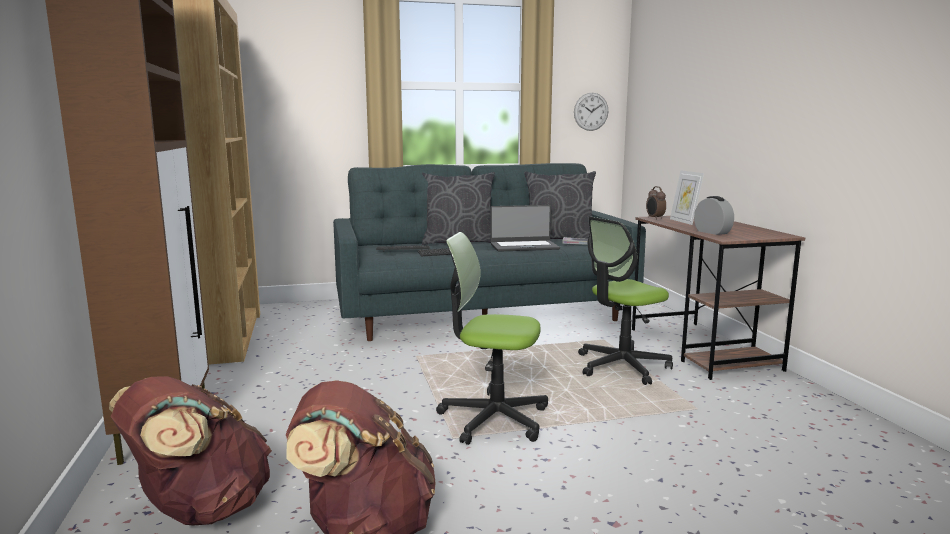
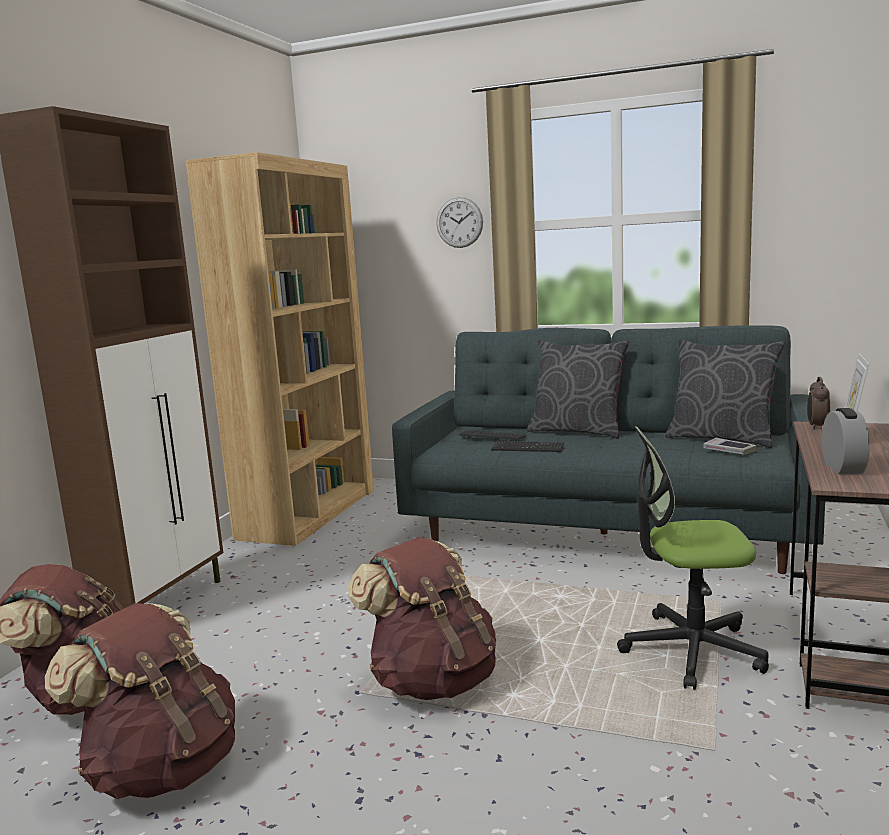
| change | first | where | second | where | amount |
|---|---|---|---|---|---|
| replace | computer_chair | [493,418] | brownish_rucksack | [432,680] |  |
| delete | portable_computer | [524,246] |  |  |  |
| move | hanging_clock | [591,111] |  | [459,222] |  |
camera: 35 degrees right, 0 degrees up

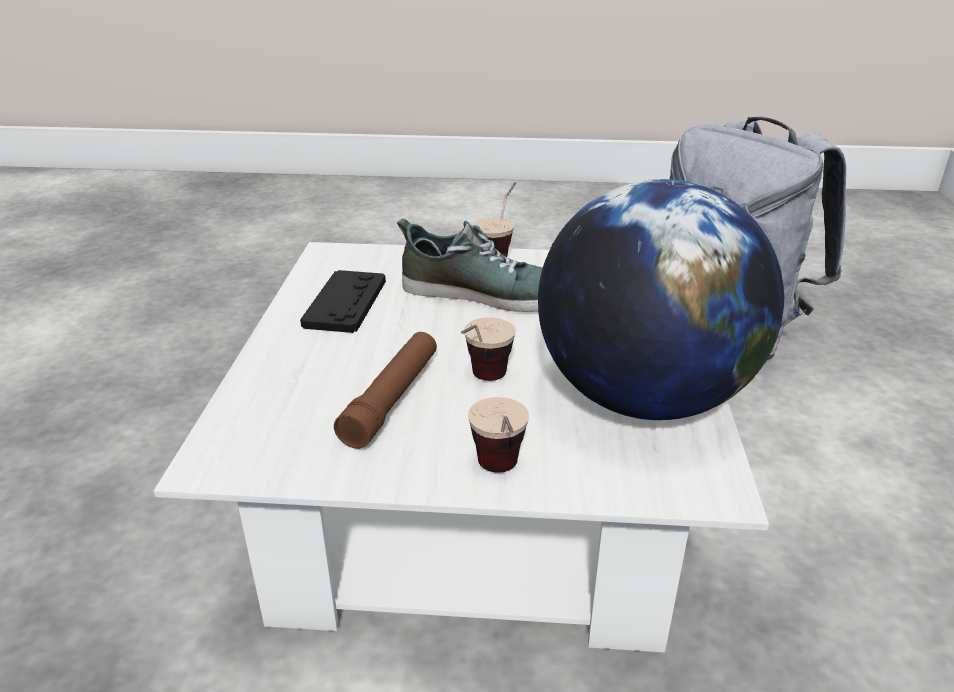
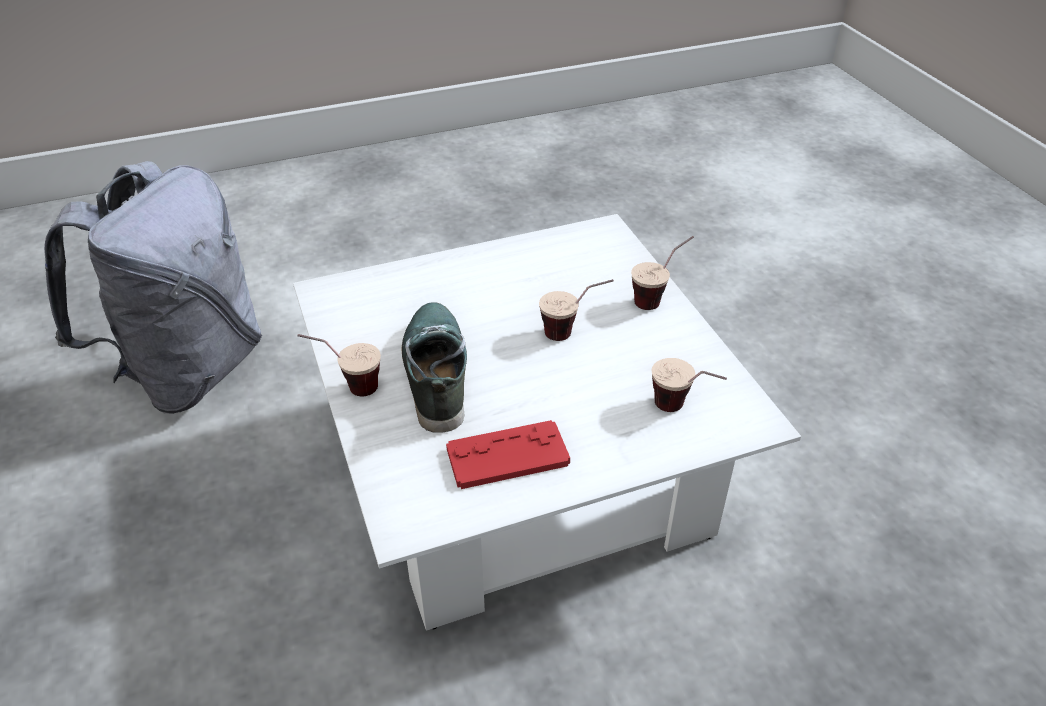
| change | first | where | second | where | amount |
|---|---|---|---|---|---|
| recolor | black-coloured_game_controller | [345,303] | red_game_controller | [507,456] |  |
| delete | brownish_torch | [392,399] |  |  |  |
| delete | desk_globe | [643,398] |  |  |  |
| insert |  |  | cup | [682,411] |  |
camera: 115 degrees left, 10 degrees up

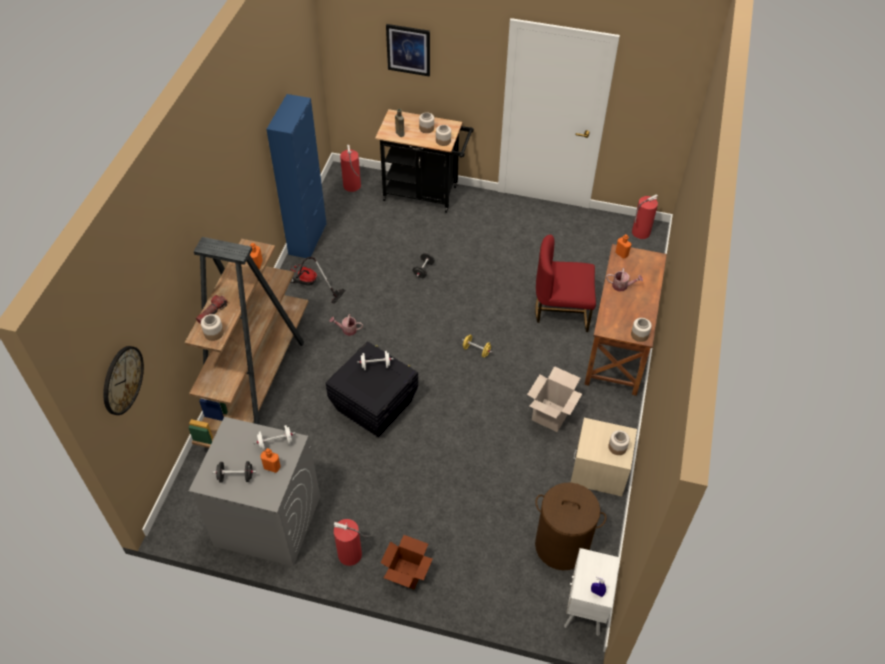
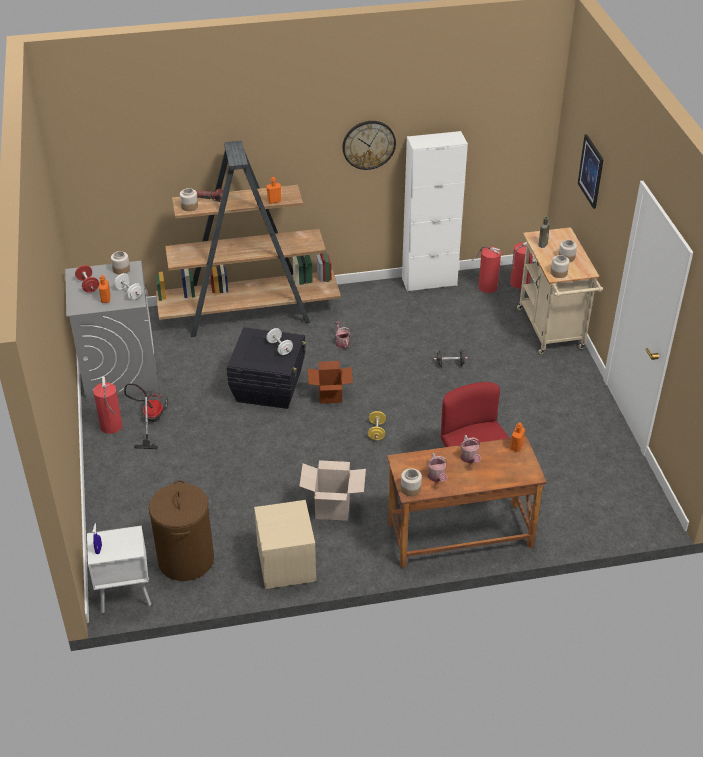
| change | first | where | second | where | amount |
|---|---|---|---|---|---|
| move | hanging_clock | [122,380] |  | [368,144] |  |
| recolor | black-coloured_dumbbell | [236,477] | red_dumbbell | [88,285] |  |
| recolor | blue-coloured_storage_cabinet | [307,239] | whitish_storage_cabinet | [429,281] |  |
| move | vacuum_cleaner | [309,285] |  | [150,420] |  |
| recolor | black-coloured_trolley | [425,194] | beige-coloured_trolley | [552,332] |  |
| move | packing_box | [406,573] |  | [330,395] |  |
| move | storage_jar | [617,447] |  | [121,269] |  |
| move | fire_extinguisher | [640,232] |  | [487,286] |  |
| insert |  |  | sprinkling_can | [437,477] |  |
camera: 65 degrees right, 10 degrees down

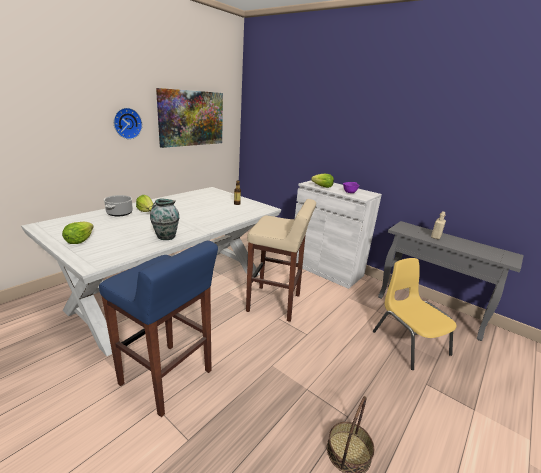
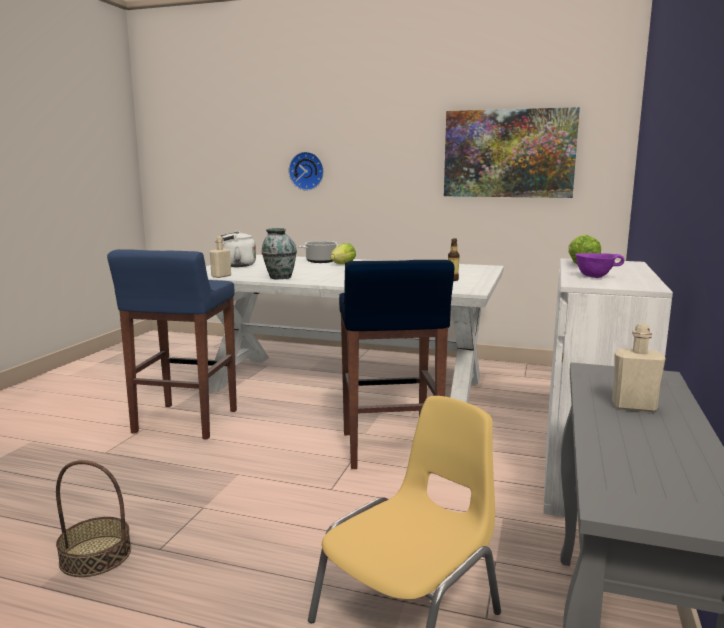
| change | first | where | second | where | amount |
|---|---|---|---|---|---|
| replace | lettuce_head | [79,241] | whitish_water_kettle | [235,265] |  |
| move | hanging_clock | [127,123] |  | [307,171] |  |
| recolor | beige-coloured_stool | [275,303] | blue-coloured_stool | [390,449] |  |
| insert |  |  | beige-coloured_bottle | [221,276] |  |
camera: 70 degrees right, 10 degrees down

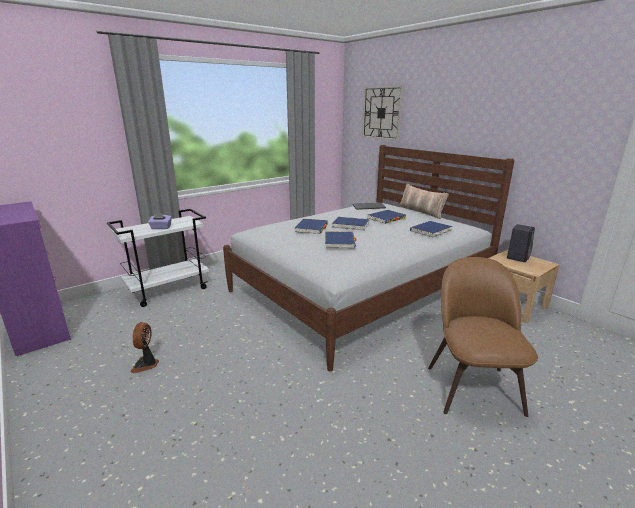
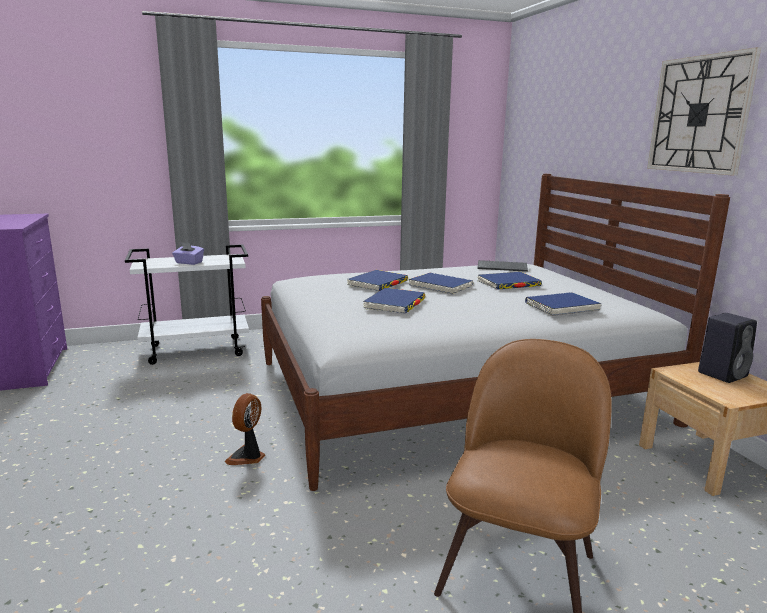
| change | first | where | second | where | amount |
|---|---|---|---|---|---|
| move | electric_fan | [146,364] |  | [247,457] |  |
| move | hanging_clock | [382,113] |  | [699,115] |  |
| delete | pillow | [421,211] |  |  |  |
camera: 20 degrees right, 5 degrees down

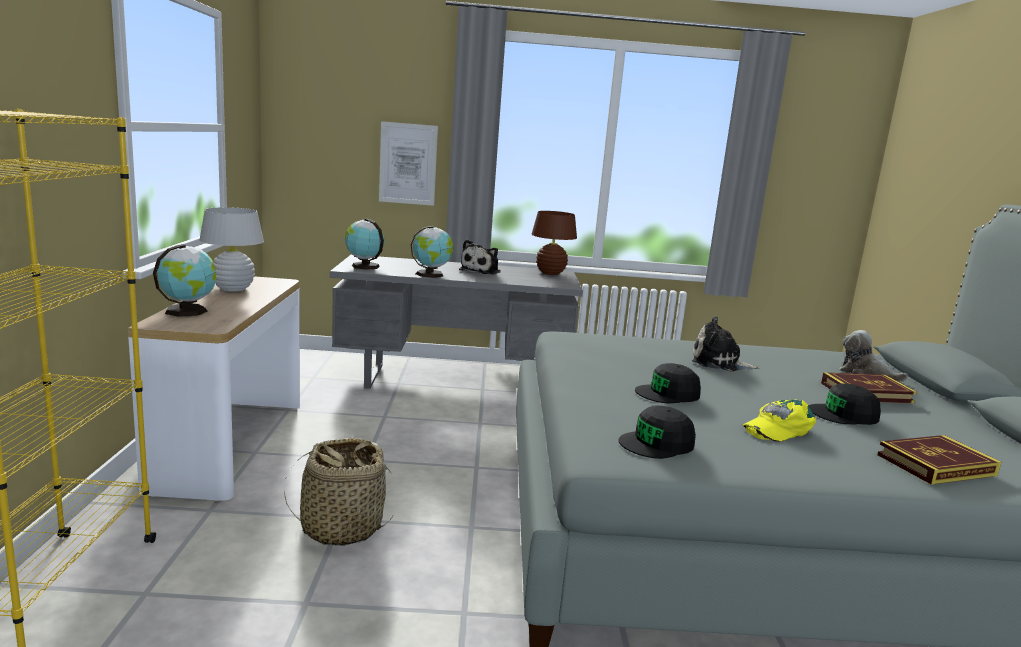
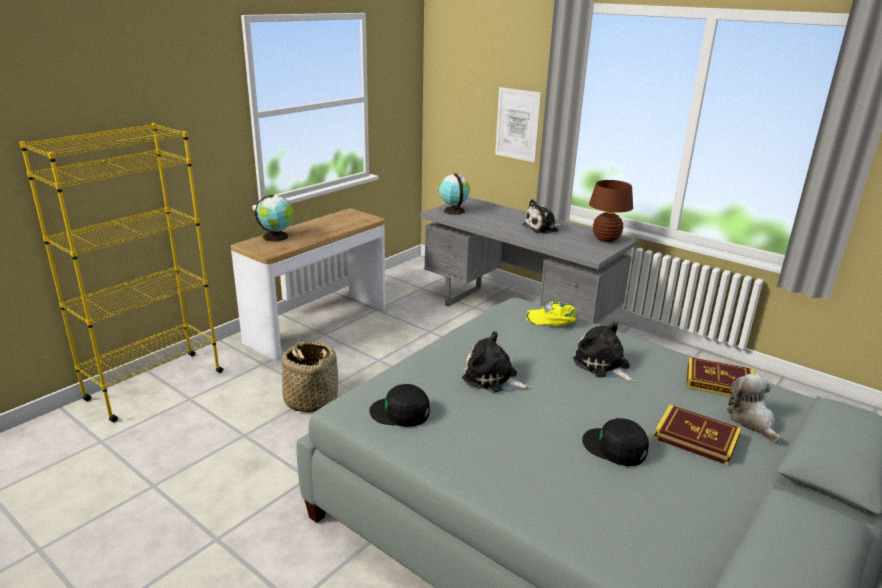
| change | first | where | second | where | amount |
|---|---|---|---|---|---|
| delete | whitish_lamp_for_a_table | [233,289] |  |  |  |
| delete | desk_globe | [431,274] |  |  |  |
| replace | black-coloured_baseball_cap | [668,393] | soft_toy | [492,379] |  |
| move | yellow_baseball_cap | [777,428] |  | [552,319] |  |
| move | book | [936,465] |  | [719,382] |  |
camera: 40 degrees right, 10 degrees up

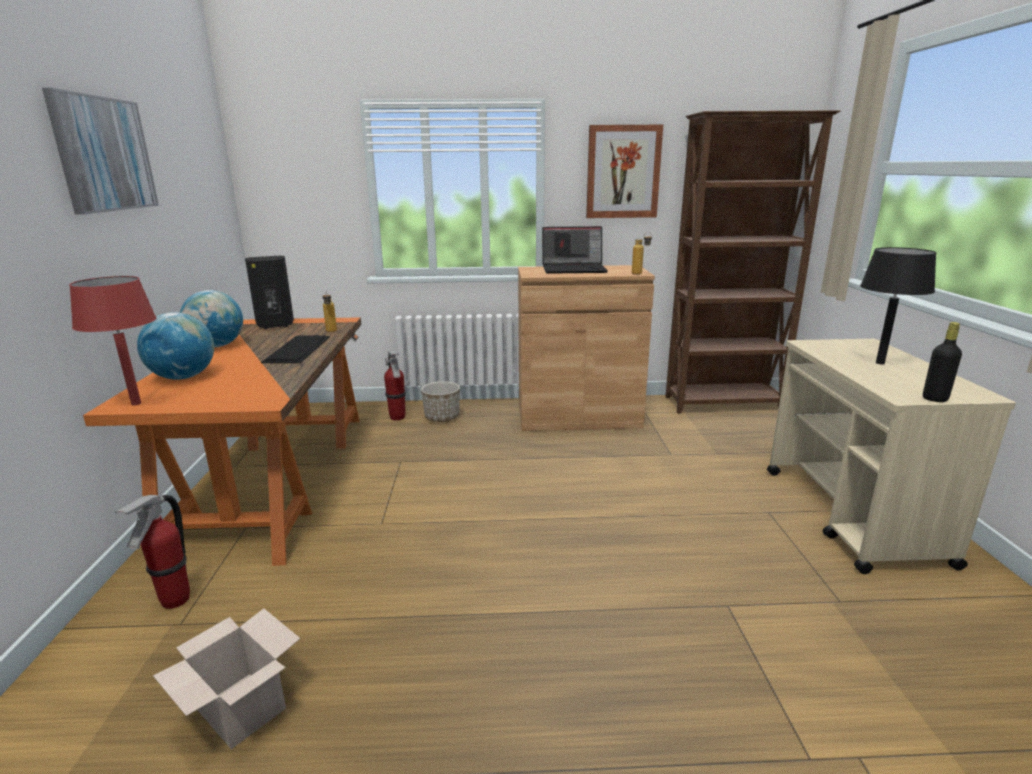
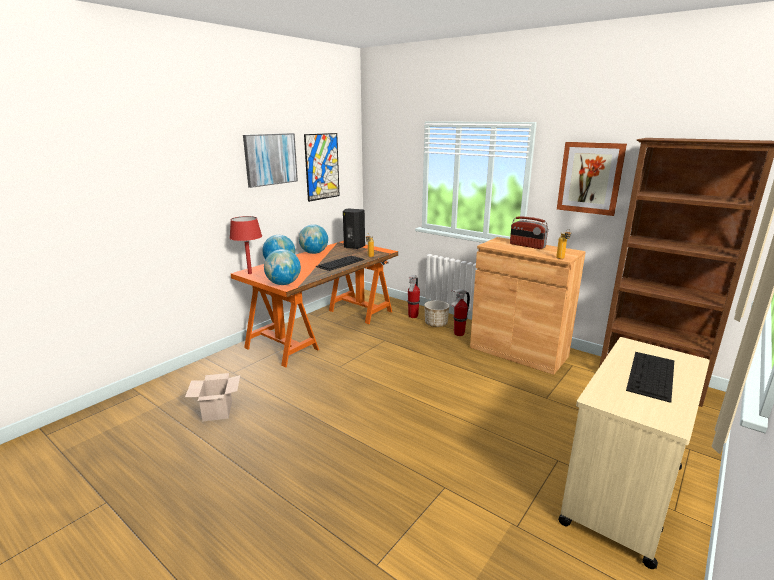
| change | first | where | second | where | amount |
|---|---|---|---|---|---|
| move | fire_extinguisher | [175,601] |  | [458,334] |  |
| replace | portable_computer | [574,269] | radio_receiver | [527,246] |  |
| replace | black-coloured_lamp_for_a_table | [880,363] | keyboard | [651,375] |  |
| delete | black-coloured_bottle | [935,399] |  |  |  |
| insert |  |  | desk_globe | [283,284] |  |
| insert |  |  | wall_art | [322,166] |  |
camera: 40 degrees right, 0 degrees up

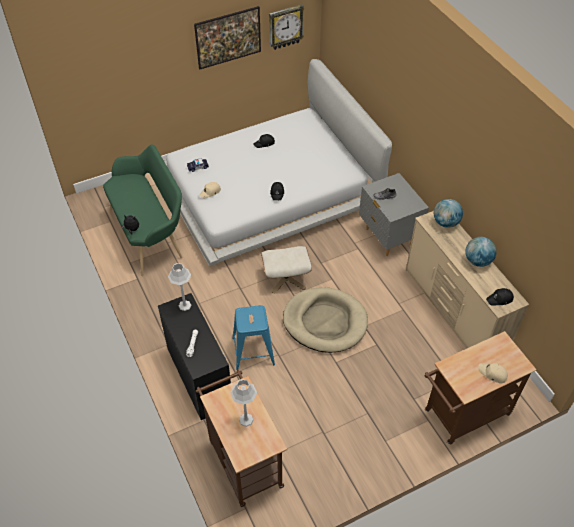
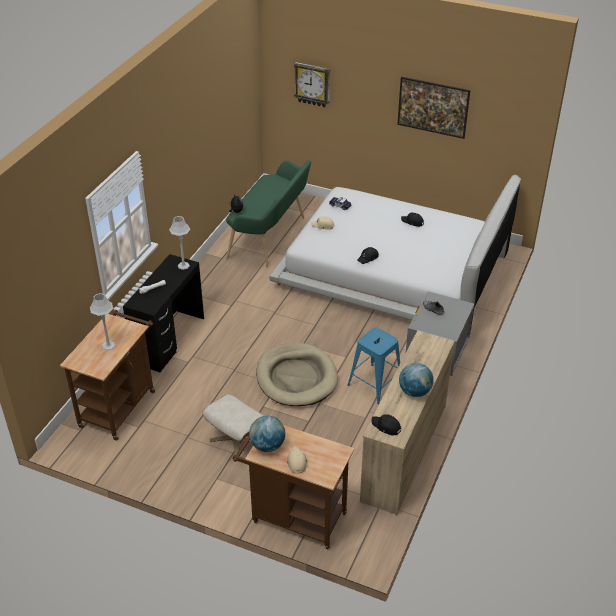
| change | first | where | second | where | amount |
|---|---|---|---|---|---|
| move | blue-coloured_stool | [253,351] |  | [375,383] |  |
| move | beige-coloured_footrest | [286,278] |  | [236,439] |  |
| move | hanging_clock | [285,27] |  | [313,84] |  |
| move | desk_globe | [445,222] |  | [267,445] |  |
camera: 50 degrees right, 10 degrees down

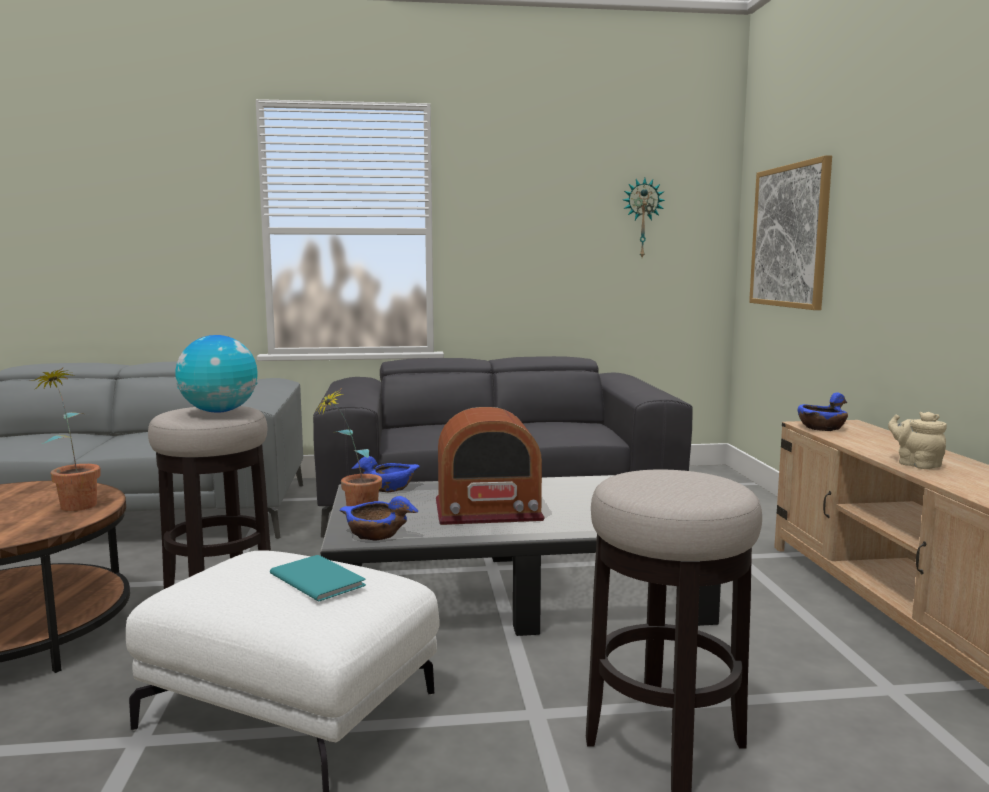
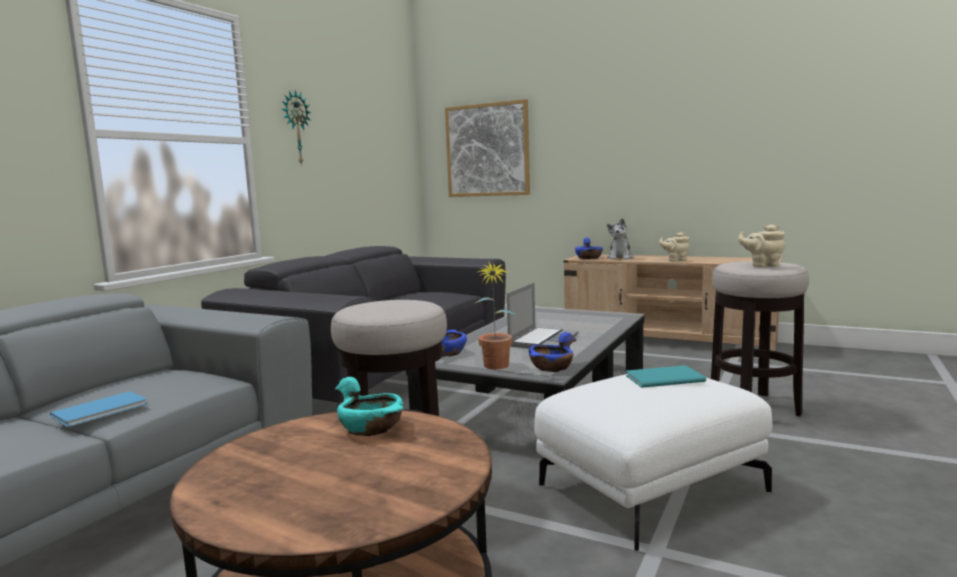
| change | first | where | second | where | amount |
|---|---|---|---|---|---|
| replace | plant_in_a_pot | [74,503] | blue-green_deep_dish | [371,428] |  |
| delete | desk_globe | [219,411] |  |  |  |
| replace | radio_receiver | [488,510] | portable_computer | [543,340] |  |
| move | hanging_clock | [642,218] |  | [295,128] |  |
| insert |  |  | blue-coloured_book | [103,410] |  |
| insert |  |  | soft_toy | [620,258] |  |
| insert |  |  | beige-coloured_tea_pot | [762,265] |  |
camera: 55 degrees left, 0 degrees up

